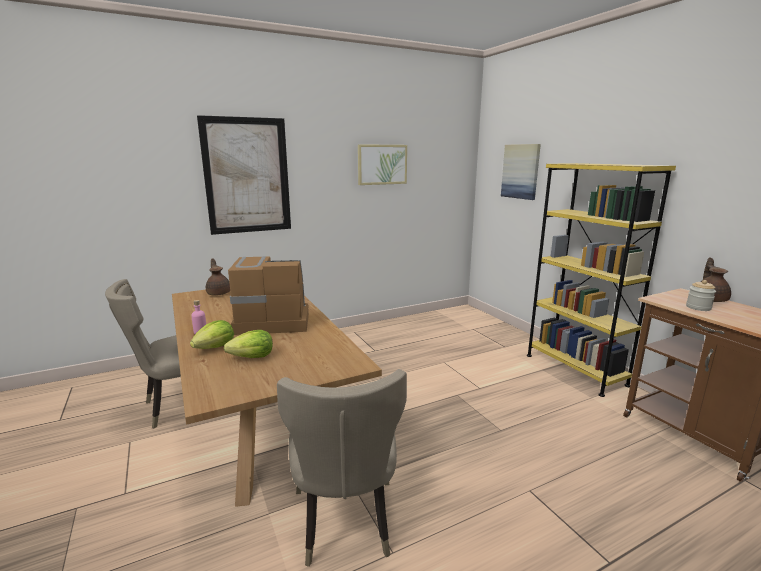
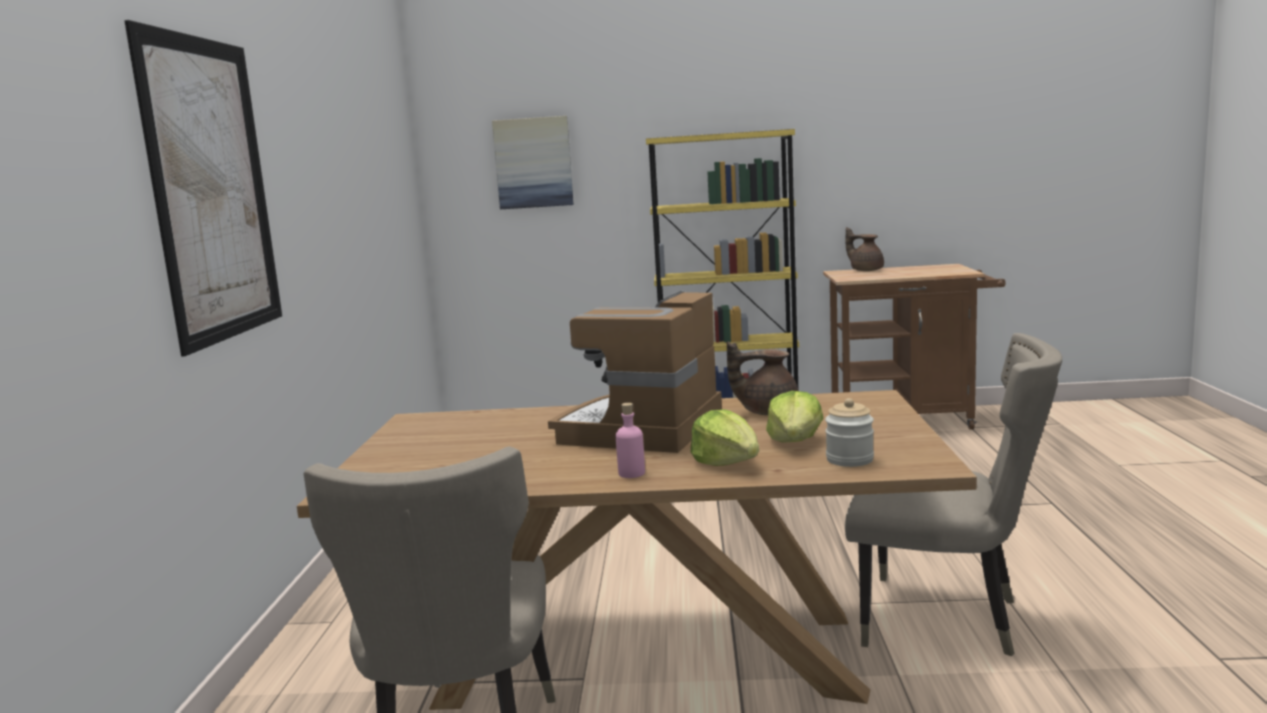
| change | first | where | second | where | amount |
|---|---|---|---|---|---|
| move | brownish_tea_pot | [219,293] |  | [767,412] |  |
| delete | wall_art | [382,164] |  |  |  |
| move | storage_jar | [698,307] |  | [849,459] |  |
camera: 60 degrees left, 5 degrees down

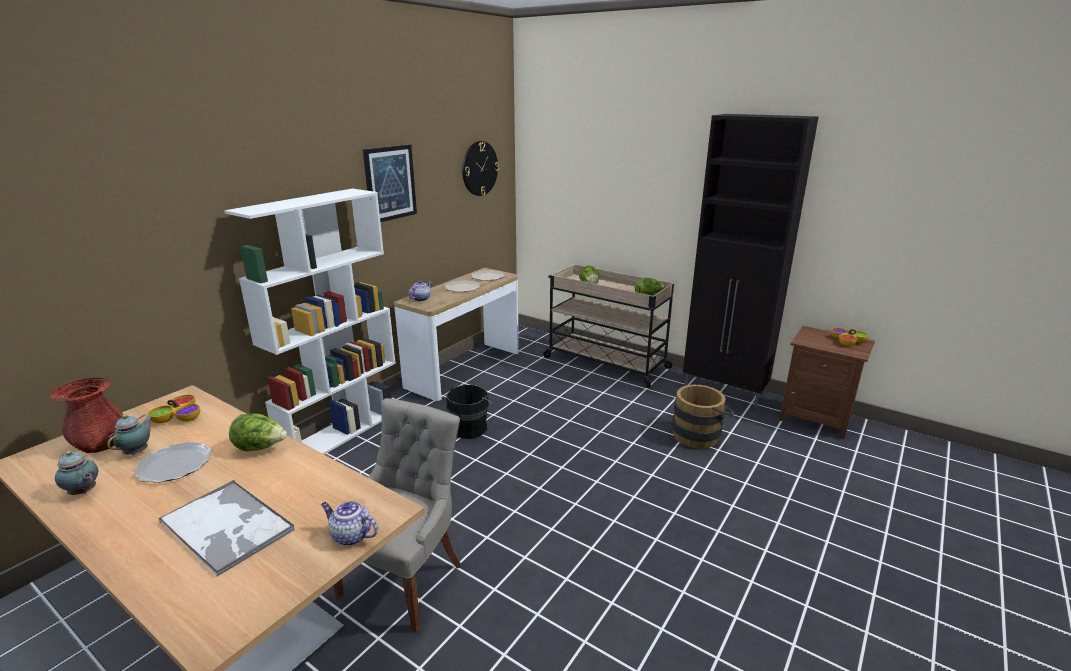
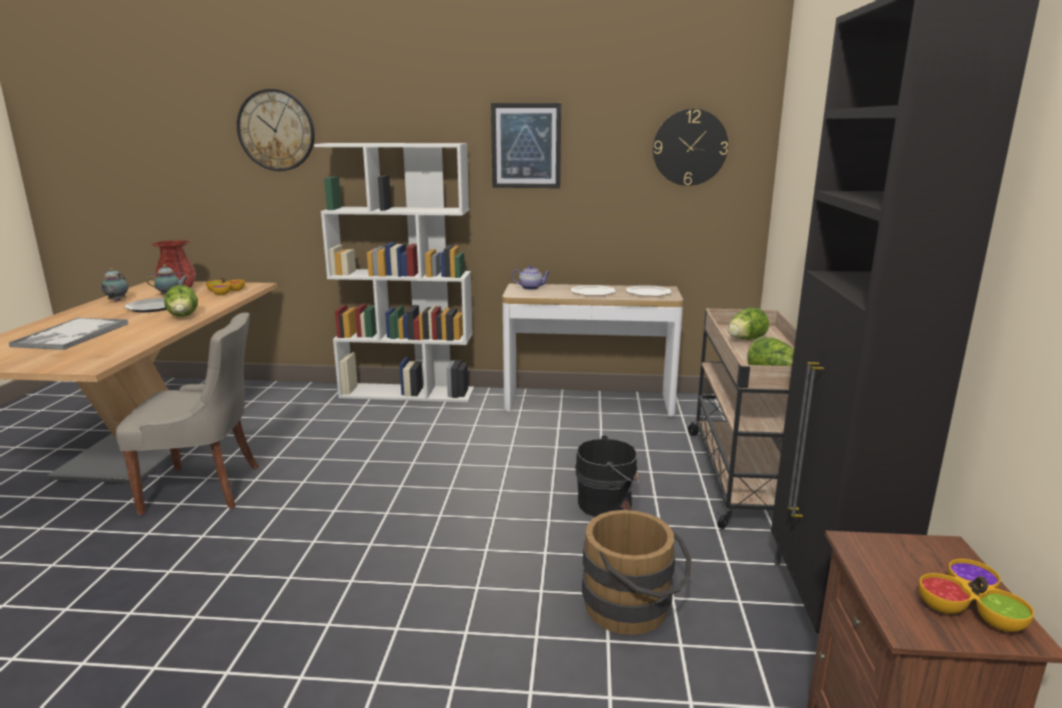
| change | first | where | second | where | amount |
|---|---|---|---|---|---|
| delete | tea_pot | [350,536] |  |  |  |
| move | black-coloured_pail | [470,427] |  | [607,503] |  |
| insert |  |  | hanging_clock | [276,130] |  |
camera: 60 degrees right, 5 degrees down

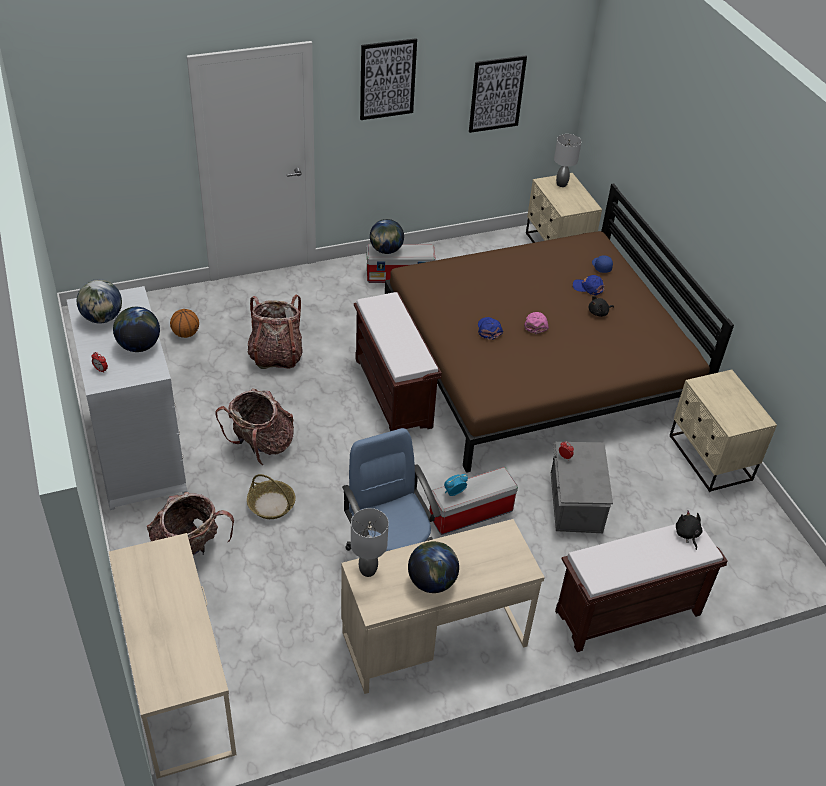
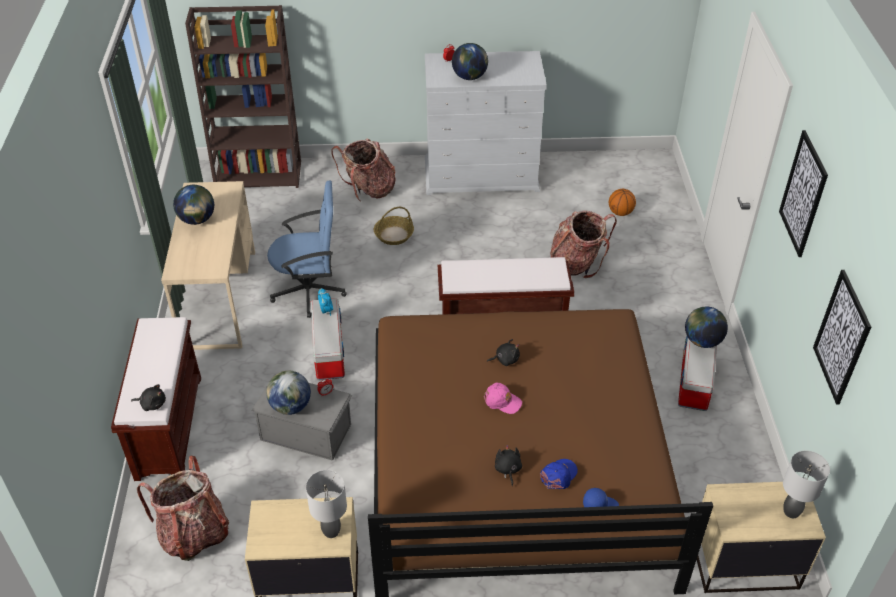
| change | first | where | second | where | amount |
|---|---|---|---|---|---|
| move | desk_globe | [102,318] |  | [290,407] |  |
| replace | beige-coloured_desk_table | [179,685] | brownish_bookcase | [259,175] |  |
| move | rucksack | [261,445] |  | [194,534] |  |
| move | gray_lamp_for_a_table | [368,571] |  | [331,531] |  |
| replace | blue-coloured_baseball_cap | [489,329] | black-coloured_soft_toy | [505,359] |  |
camera: 110 degrees right, 0 degrees up

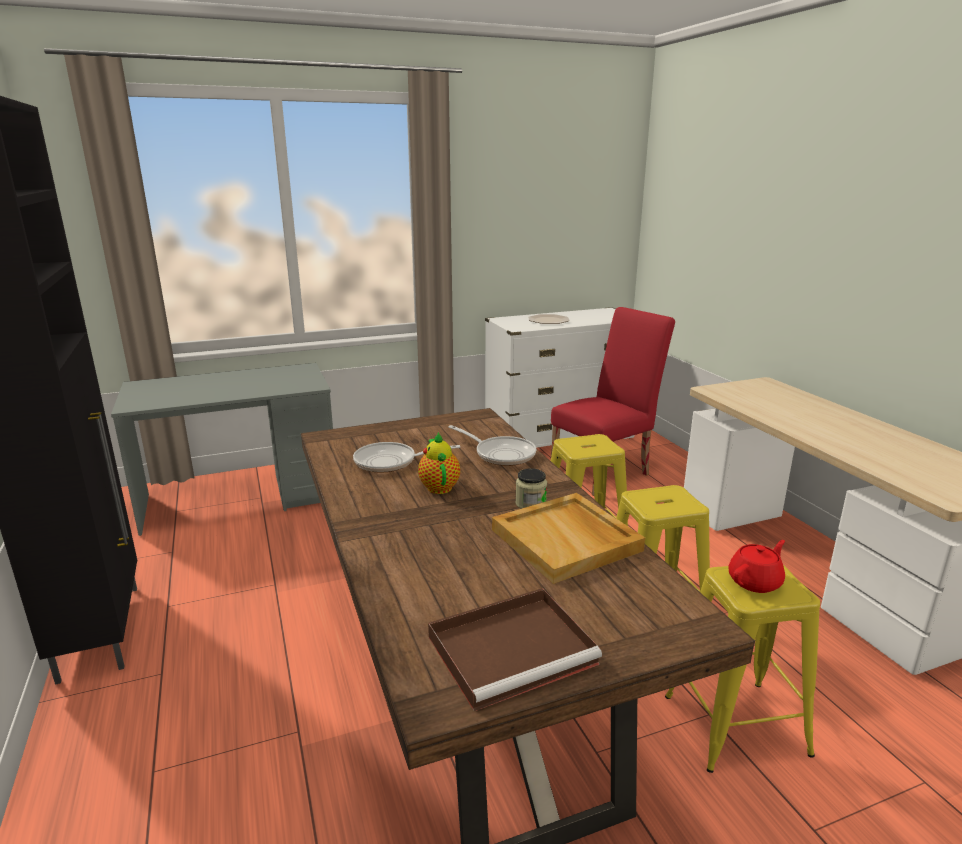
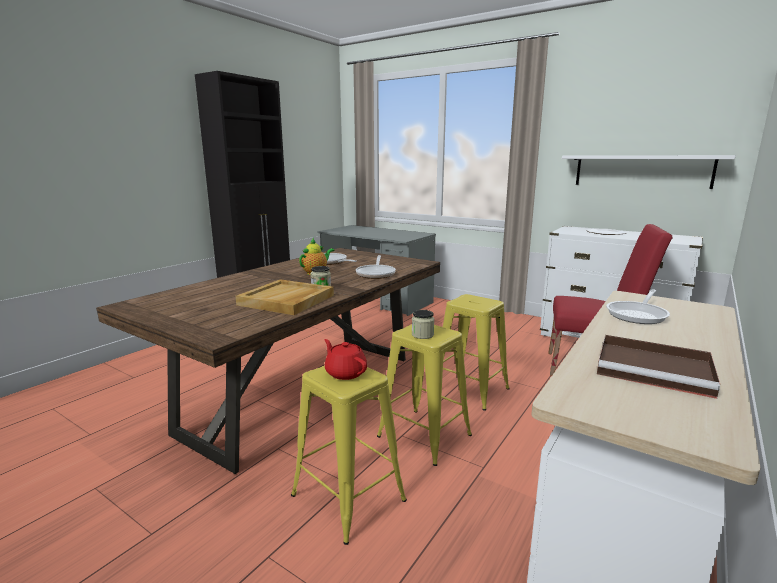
| change | first | where | second | where | amount |
|---|---|---|---|---|---|
| move | brownish_carrying_tray | [514,649] |  | [656,369] |  |
| rotate | red_tea_pot | [755,582] |  | [345,373] | 150 degrees counterclockwise |
| insert |  |  | storage_jar | [422,335] |  |
| insert |  |  | whitish_bracket_shelf | [641,171] |  |
| insert |  |  | skillet | [638,314] |  |
camera: 55 degrees right, 5 degrees down

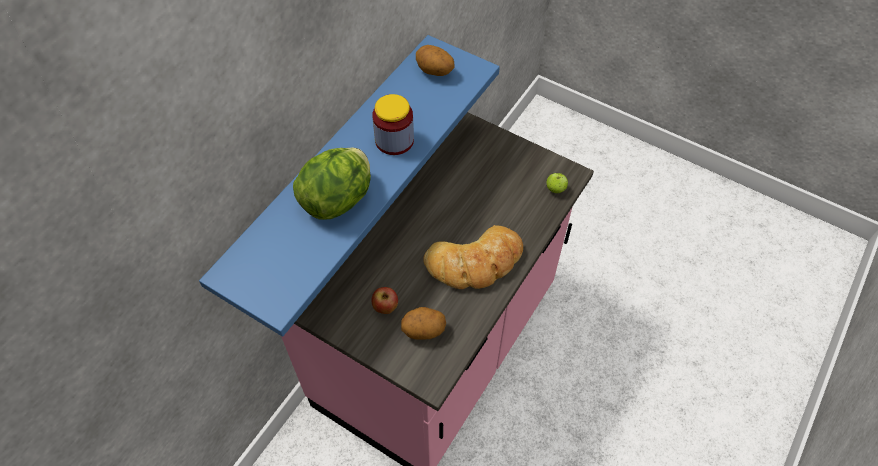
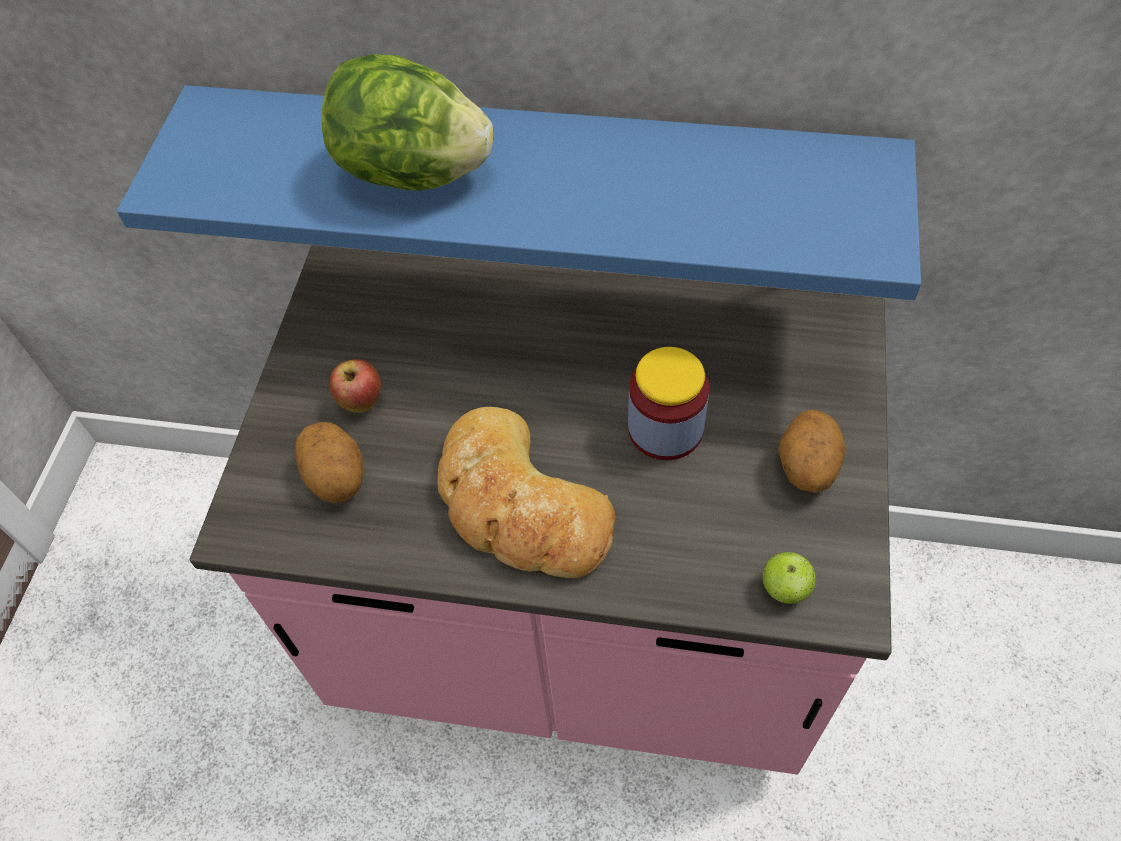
| change | first | where | second | where | amount |
|---|---|---|---|---|---|
| move | storage_jar | [394,140] |  | [665,429] |  |
| move | spud | [434,72] |  | [805,467] |  |
camera: 70 degrees right, 0 degrees up

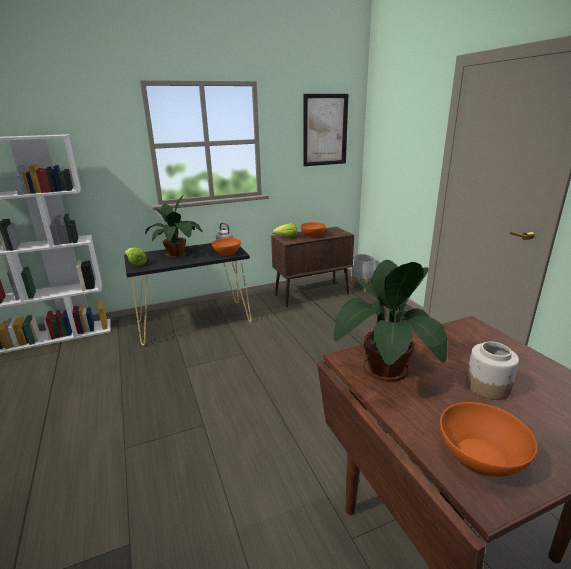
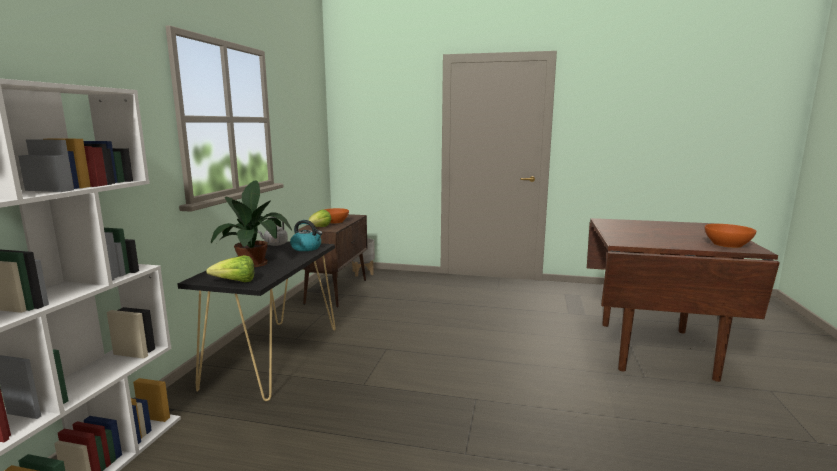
| change | first | where | second | where | amount |
|---|---|---|---|---|---|
| replace | orange-coloured_deep_dish | [227,253] | water_kettle | [307,248] |  |
| delete | wall_art | [325,130] |  |  |  |
| delete | plant_in_a_pot | [384,370] |  |  |  |
| delete | storage_jar | [488,387] |  |  |  |
camera: 55 degrees left, 10 degrees down

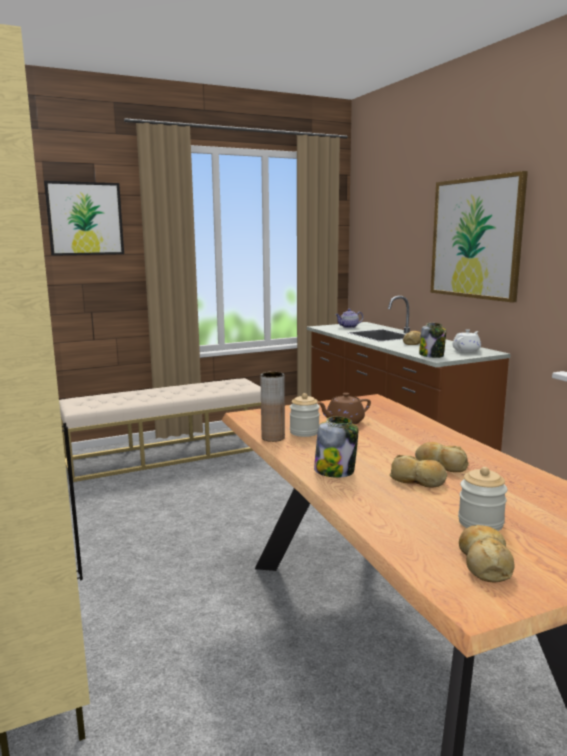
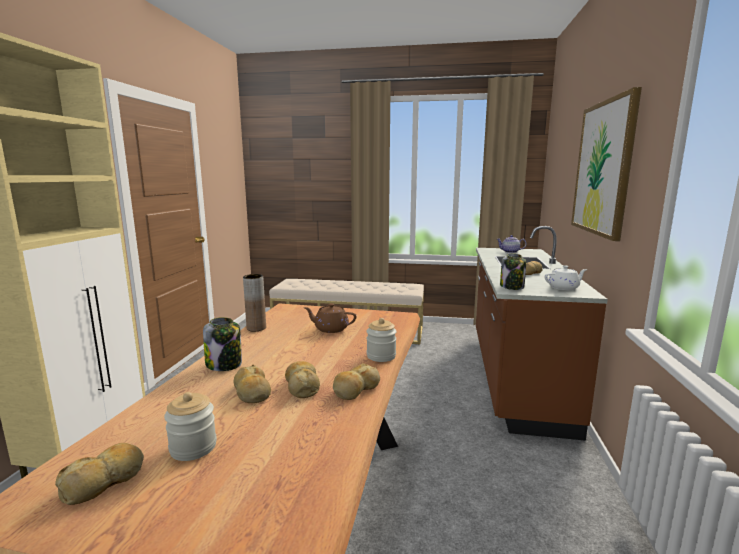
| change | first | where | second | where | amount |
|---|---|---|---|---|---|
| delete | wall_art | [85,219] |  |  |  |
| move | storage_jar | [304,432] |  | [381,356] |  |
| insert |  |  | bakery_bread | [355,389] |  |
camera: 35 degrees right, 0 degrees up

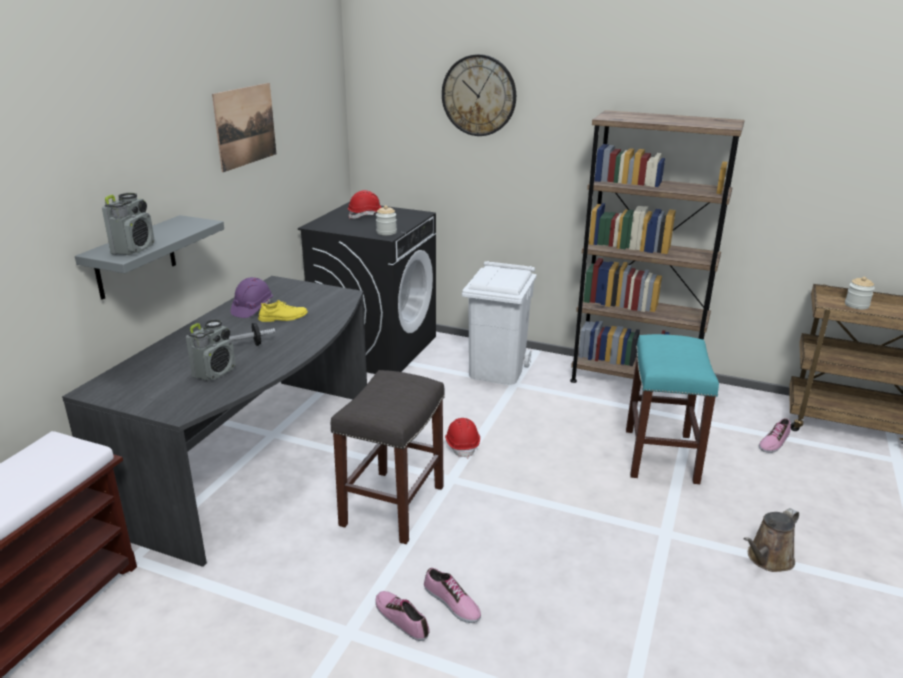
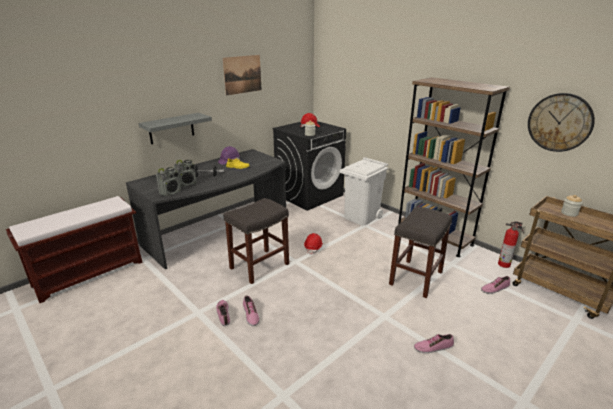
| change | first | where | second | where | amount |
|---|---|---|---|---|---|
| move | radio_receiver | [134,249] |  | [171,192] |  |
| move | hanging_clock | [479,95] |  | [559,122] |  |
| recolor | blue-green_stool | [661,456] | gray_stool | [416,278] |  |
| replace | brownish_sprinkling_can | [768,559] | shoe | [433,347] |  |
| insert |  |  | fire_extinguisher | [505,264] |  |
camera: 25 degrees right, 0 degrees up

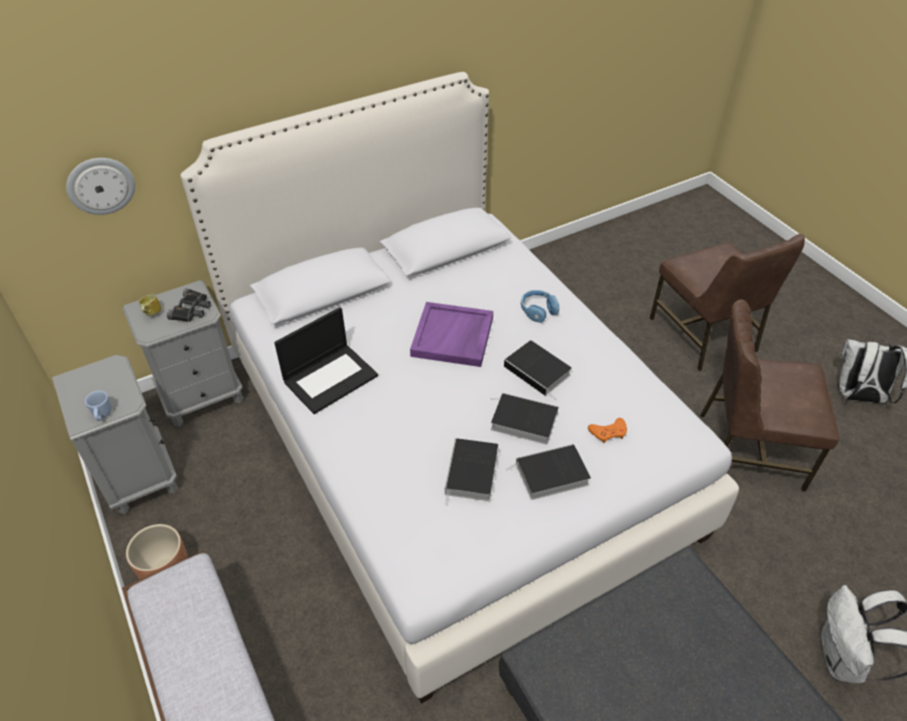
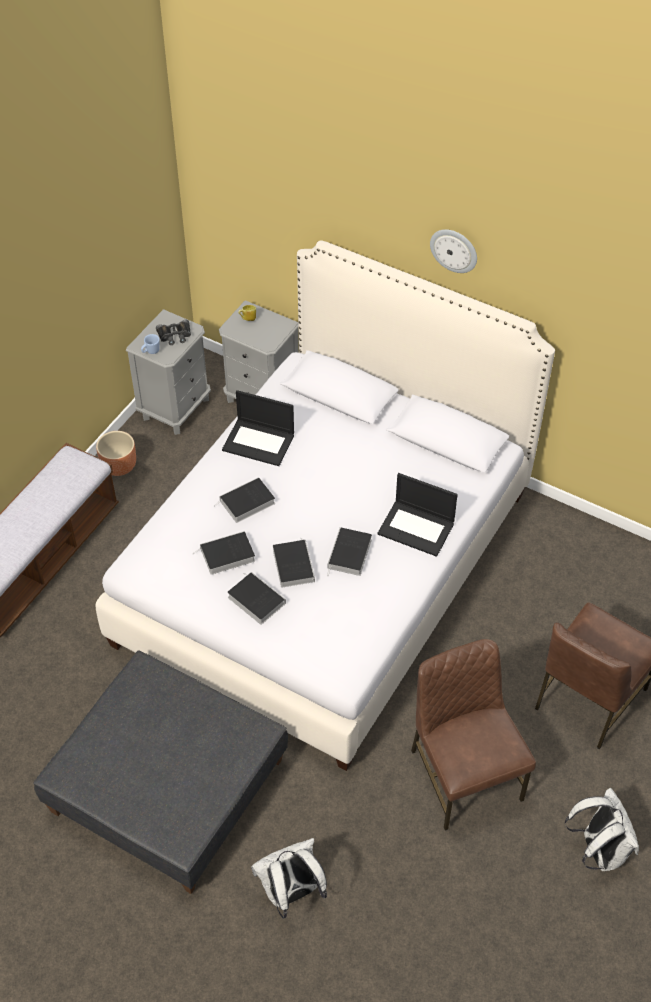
| change | first | where | second | where | amount |
|---|---|---|---|---|---|
| move | hanging_clock | [100,185] |  | [454,250] |  |
| move | black-coloured_binoculars | [192,309] |  | [175,335] |  |
| delete | purple_carrying_tray | [453,337] |  |  |  |
| replace | blue-coloured_pair_of_headphones | [538,310] | portable_computer | [417,528] |  |
| delete | orange-coloured_game_controller | [608,432] |  |  |  |
| insert |  |  | book | [246,503] |  |
camera: 60 degrees right, 5 degrees up

